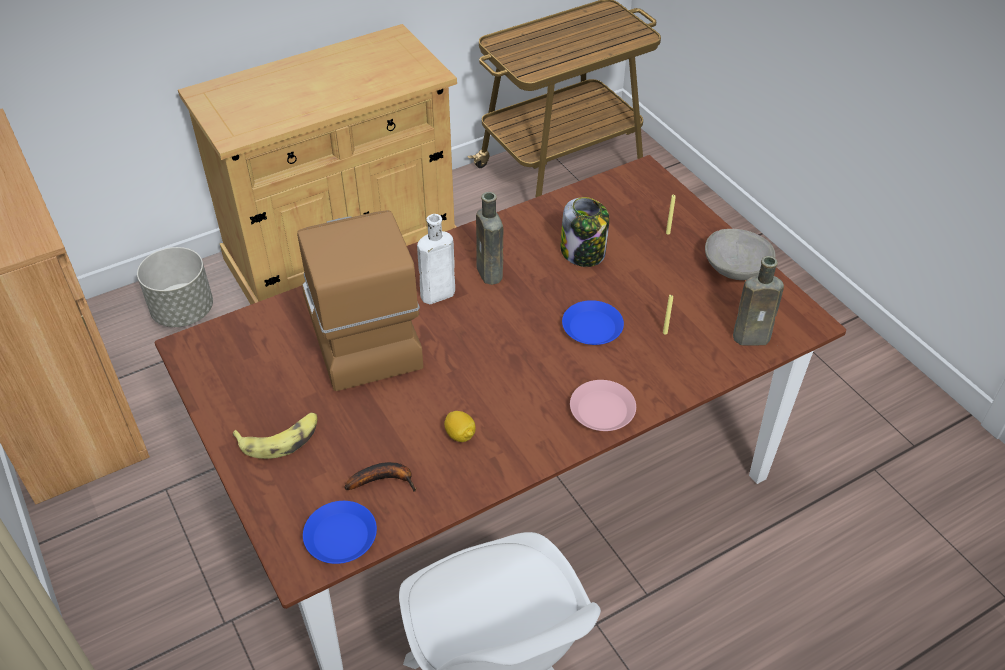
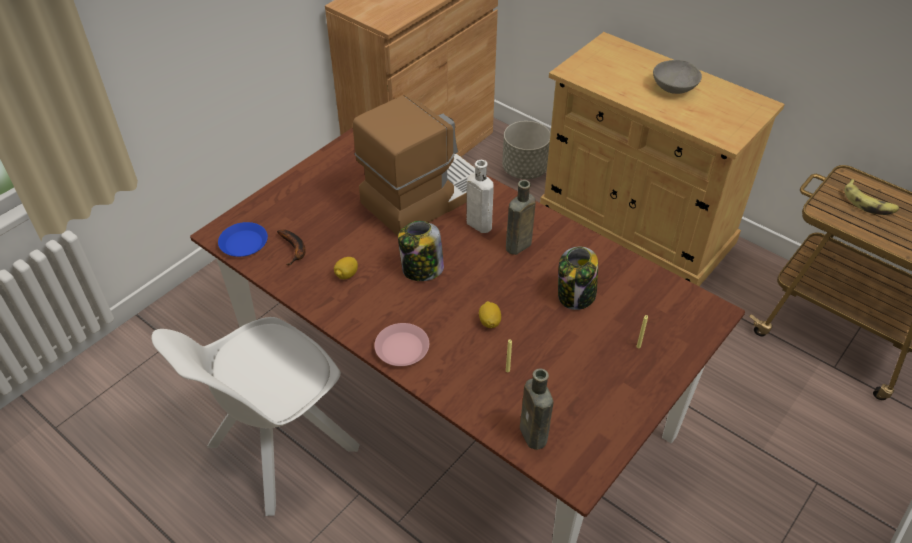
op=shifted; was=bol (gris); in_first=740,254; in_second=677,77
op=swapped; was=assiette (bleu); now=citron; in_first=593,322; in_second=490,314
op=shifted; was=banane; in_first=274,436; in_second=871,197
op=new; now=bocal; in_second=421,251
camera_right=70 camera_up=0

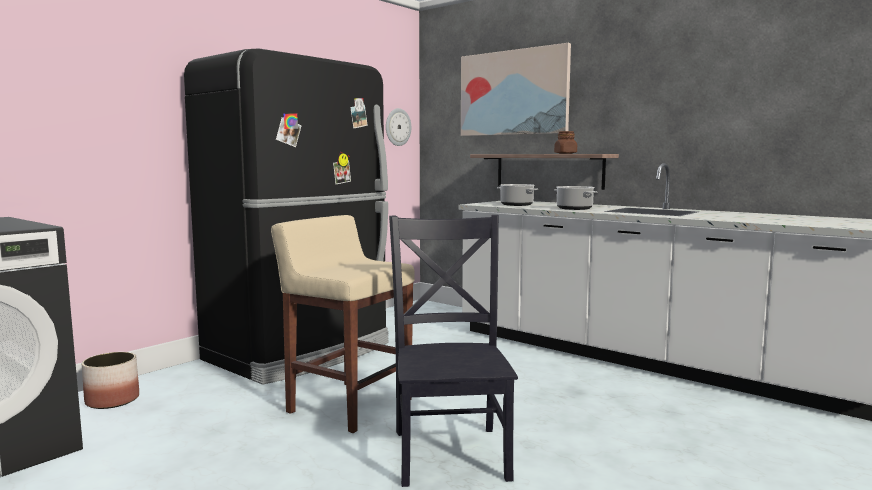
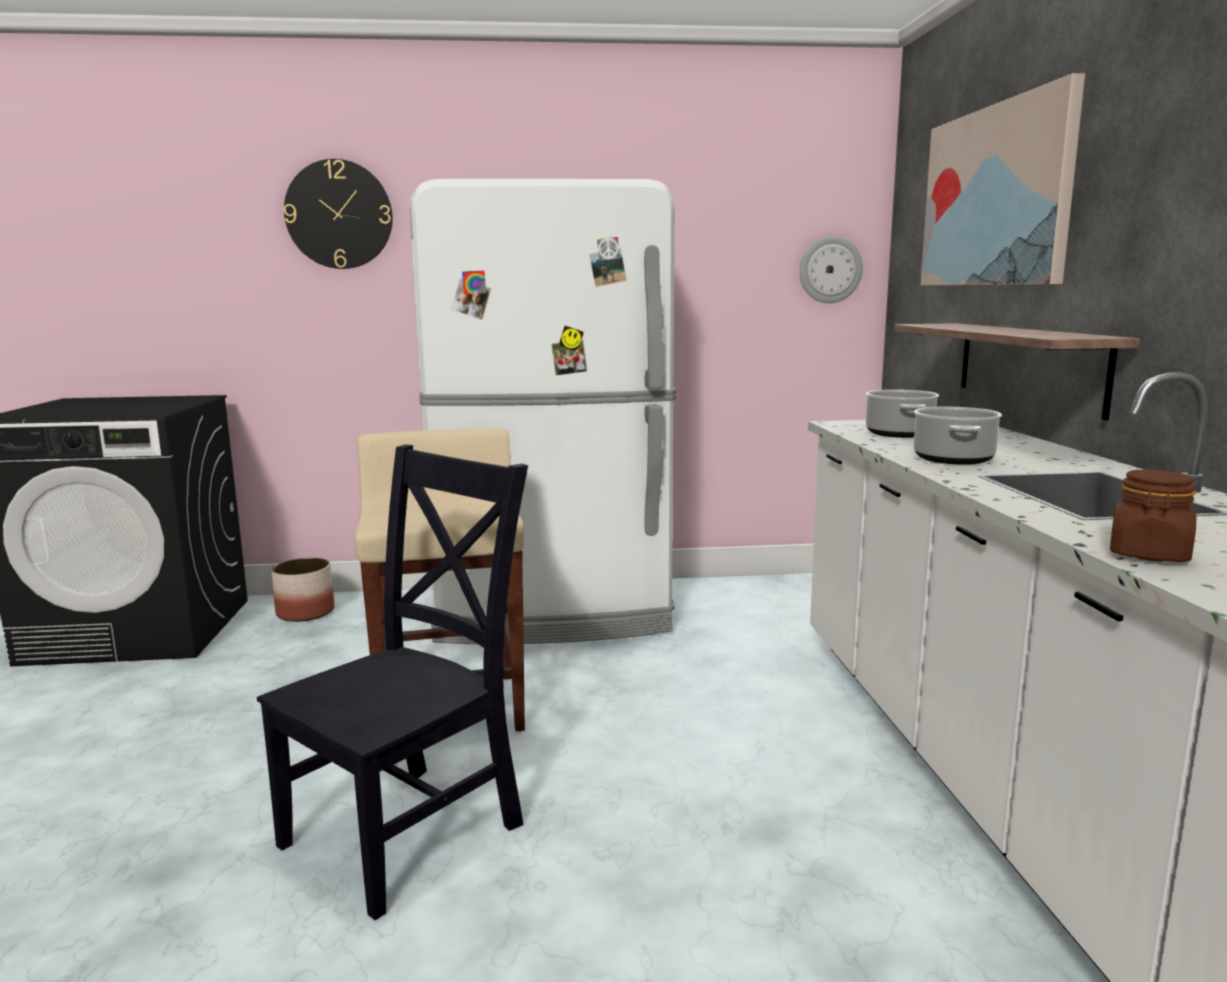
op=repainted; was=réfrigérateur (noir); now=réfrigérateur (blanc); in_first=286,216; in_second=543,411
op=shifted; was=bocal (marron); in_first=565,142; in_second=1153,516
op=new; now=horloge murale; in_second=338,214
camera_right=45 camera_up=5

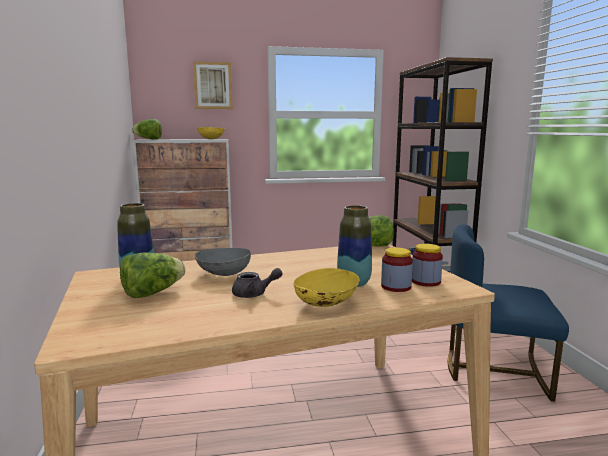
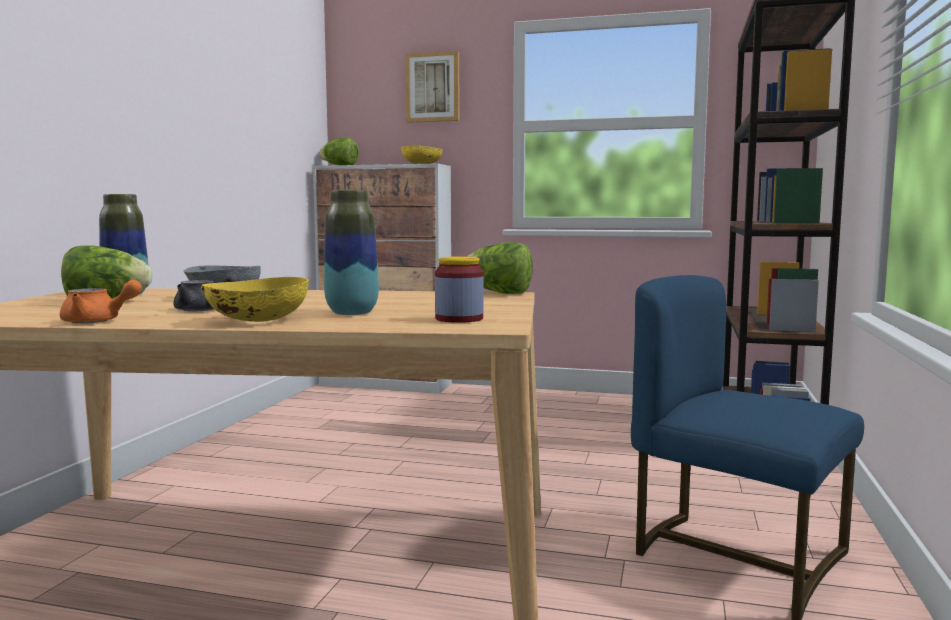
op=gone; was=bocal; in_first=397,269
op=new; now=théière (orange); in_second=101,302
camera_right=25 camera_up=-5

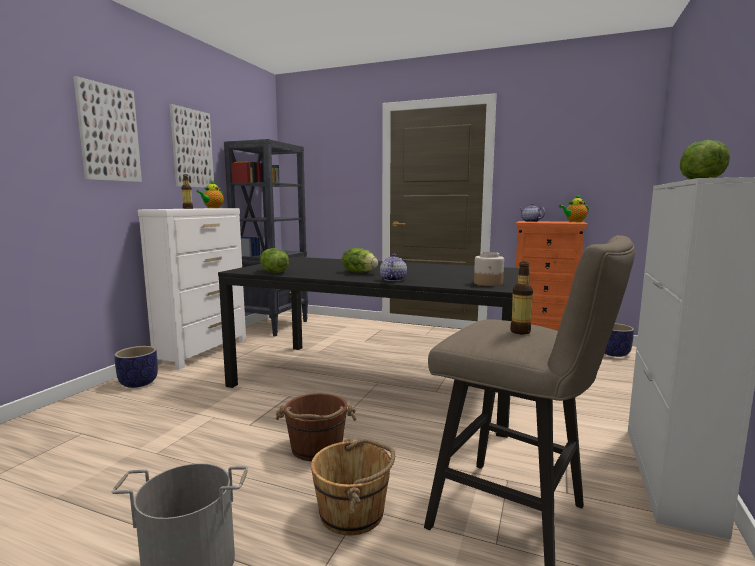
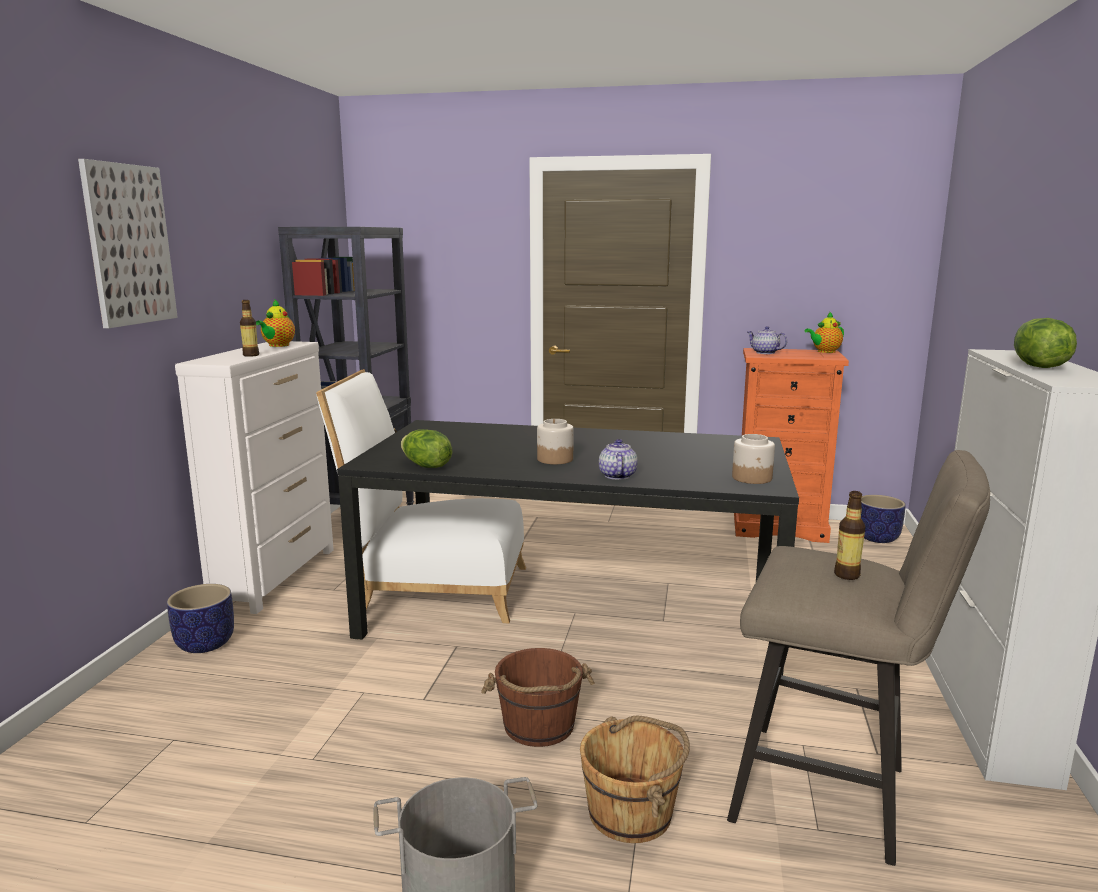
op=gone; was=tableau; in_first=191,146
op=swapped; was=laitue; now=bocal; in_first=360,260; in_second=555,441
op=new; now=chaise (blanc); in_second=421,496
camera_right=-10 camera_up=5

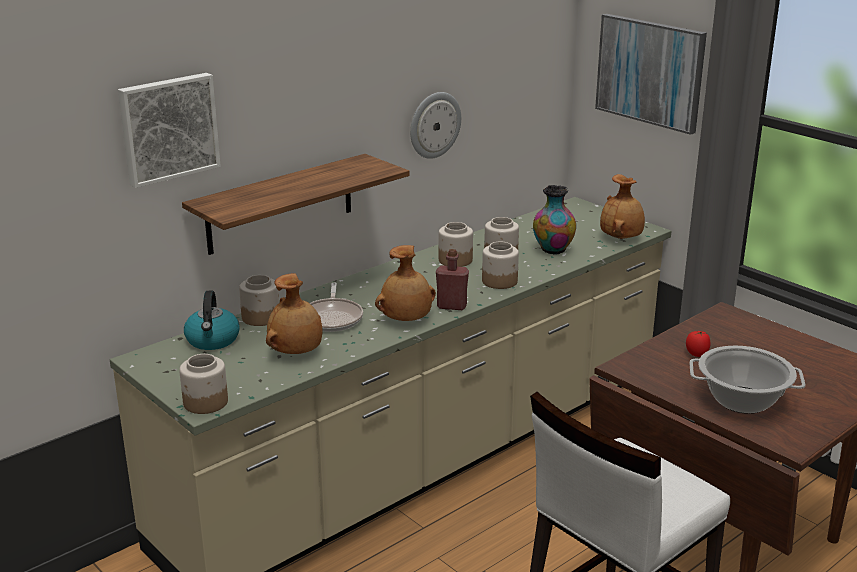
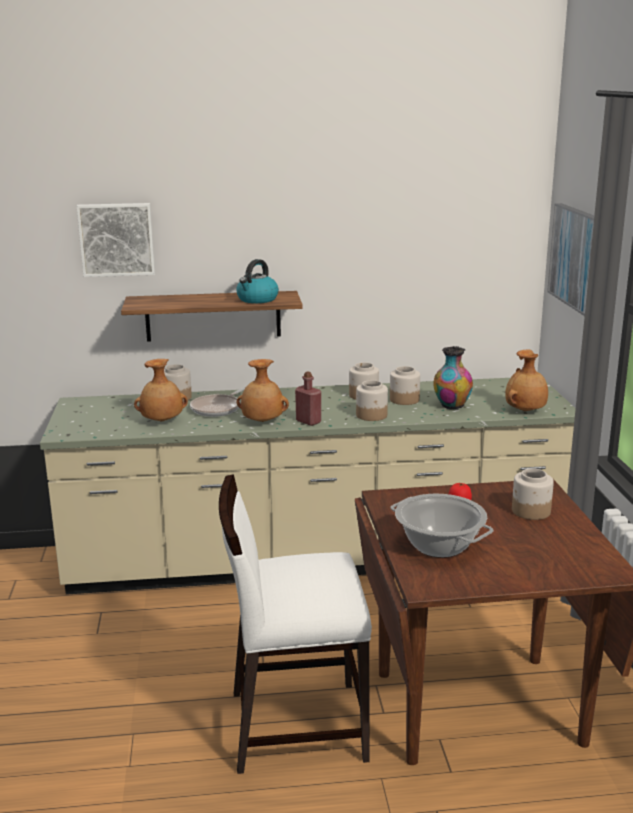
op=gone; was=horloge murale; in_first=435,125
op=shifted; was=bouilloire; in_first=212,320; in_second=257,281
op=shifted; was=bocal; in_first=203,384; in_second=533,494
camera_right=35 camera_up=-5

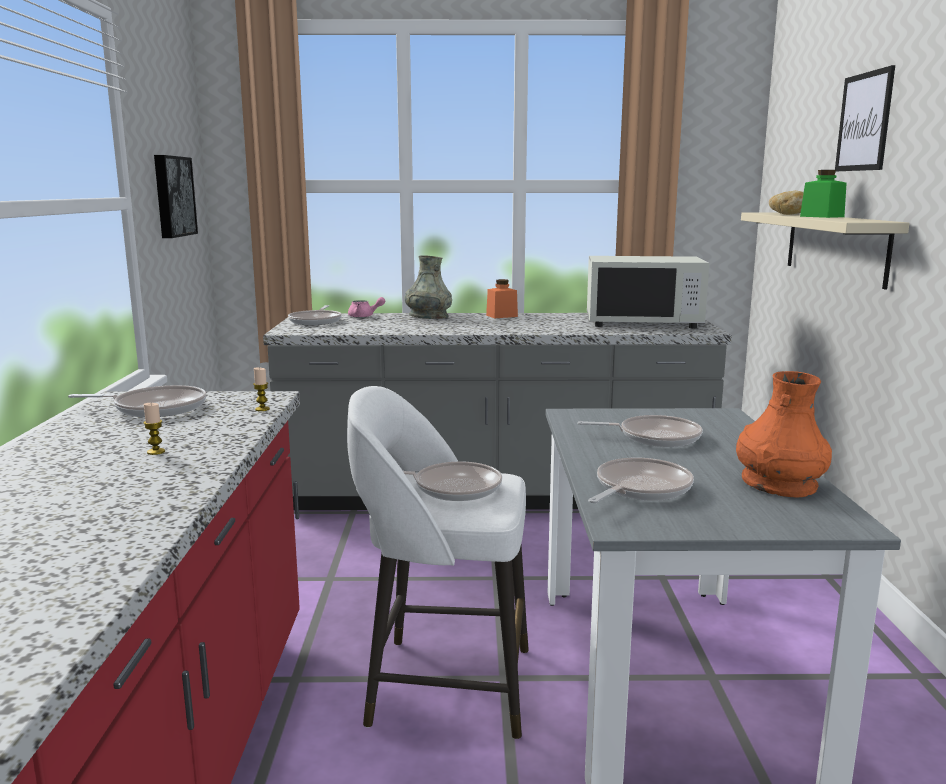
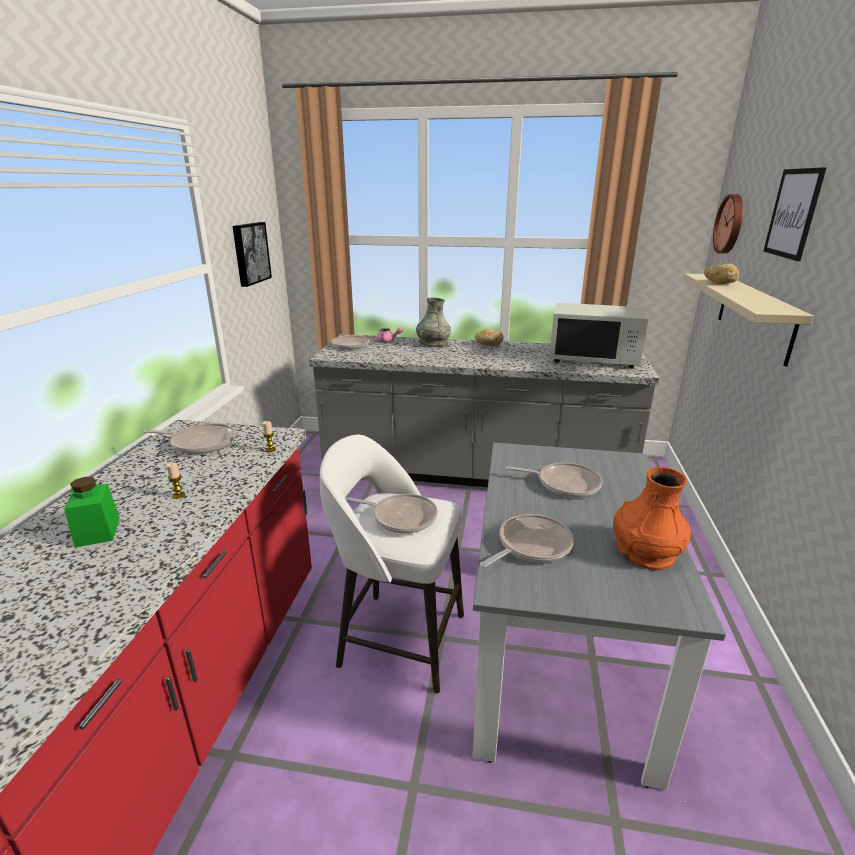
op=shifted; was=bocal (vert); in_first=823,194; in_second=92,512
op=swapped; was=bocal (orange); now=pain; in_first=502,298; in_second=489,337
op=new; now=horloge murale; in_second=728,224
camera_right=10 camera_up=10

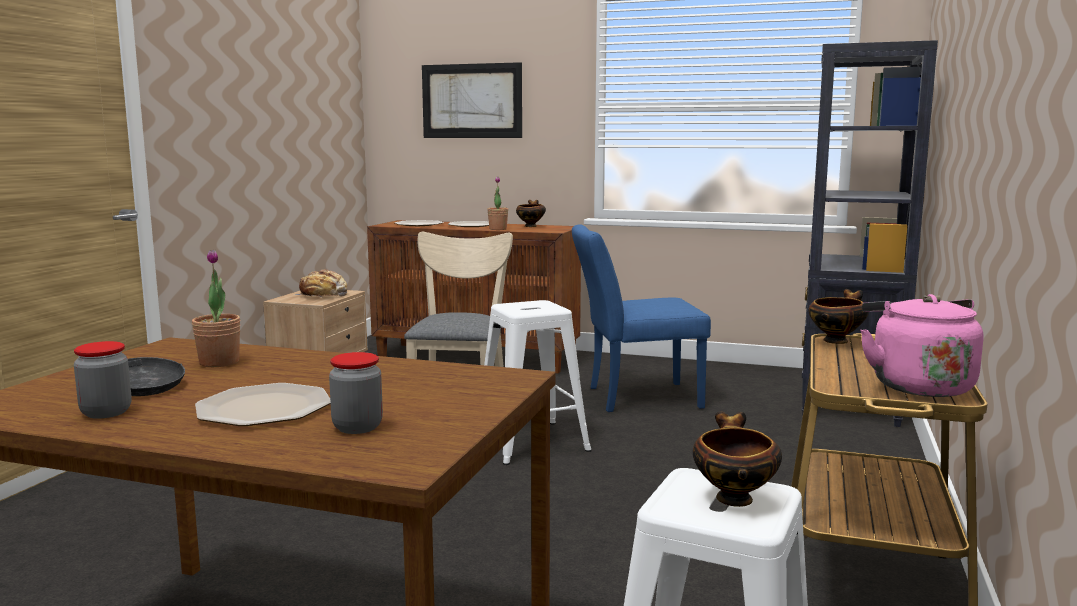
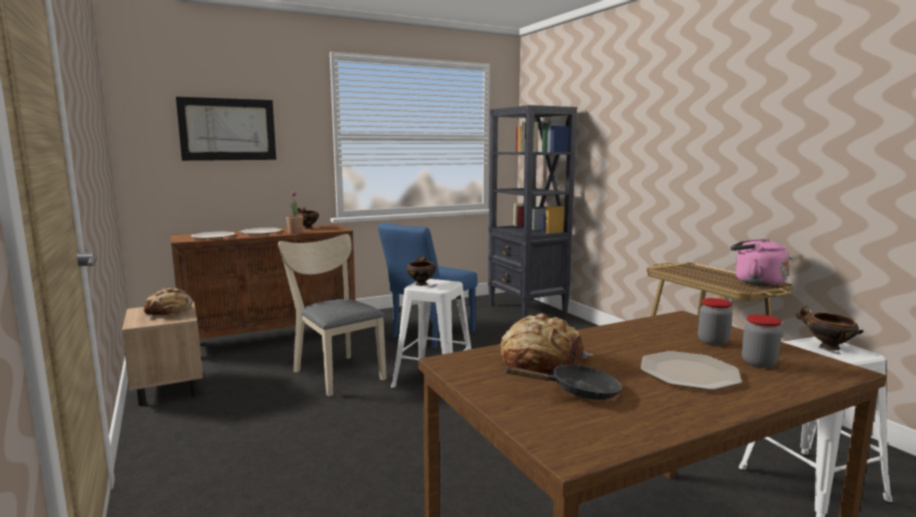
op=swapped; was=plante en pot; now=pain; in_first=216,308; in_second=547,344
op=shifted; was=bol; in_first=838,316; in_second=421,271
op=shifted; was=bocal; in_first=103,380; in_second=715,322
camera_right=-45 camera_up=0

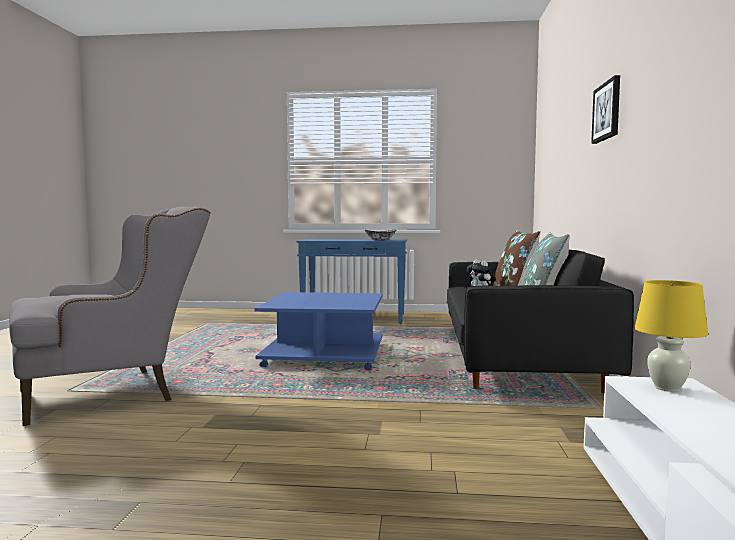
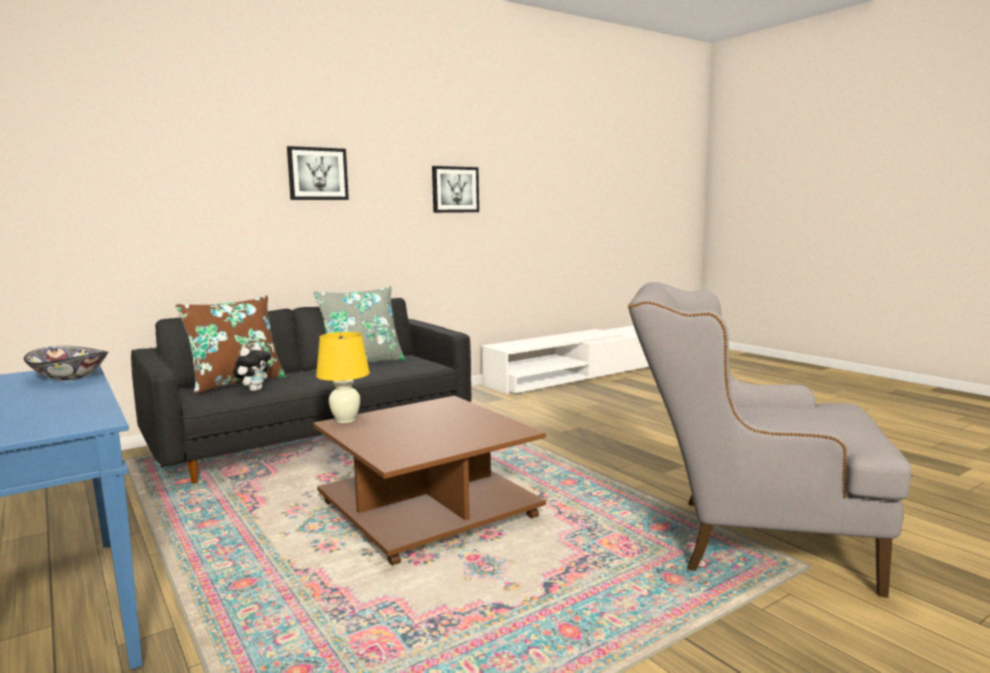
op=shifted; was=lampe de table (jaune); in_first=671,336; in_second=343,377
op=repainted; was=table basse (bleu); now=table basse (marron); in_first=318,331; in_second=429,481
op=new; now=tableau; in_second=455,189
camera_right=-130 camera_up=5

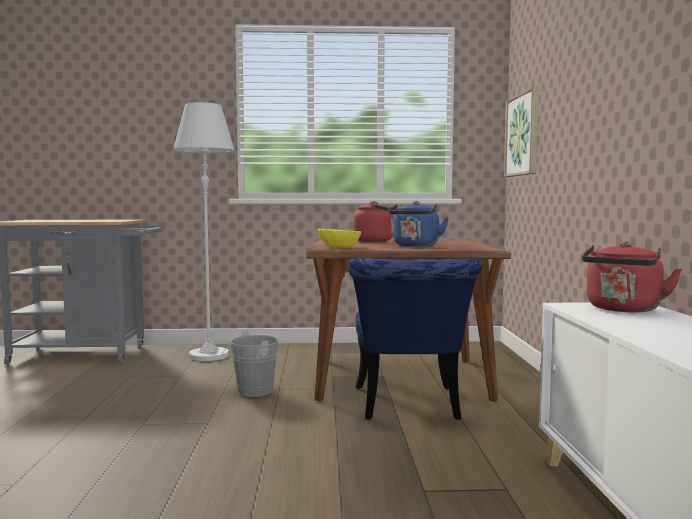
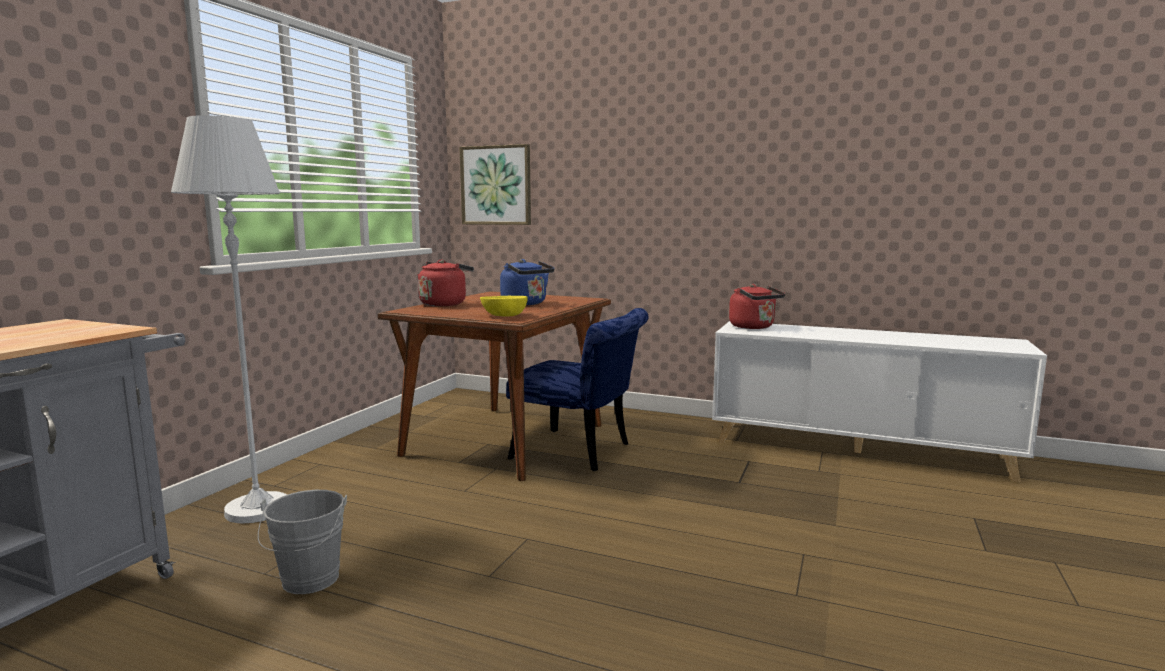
op=shifted; was=seau (gris); in_first=250,364; in_second=302,542
camera_right=-65 camera_up=5

